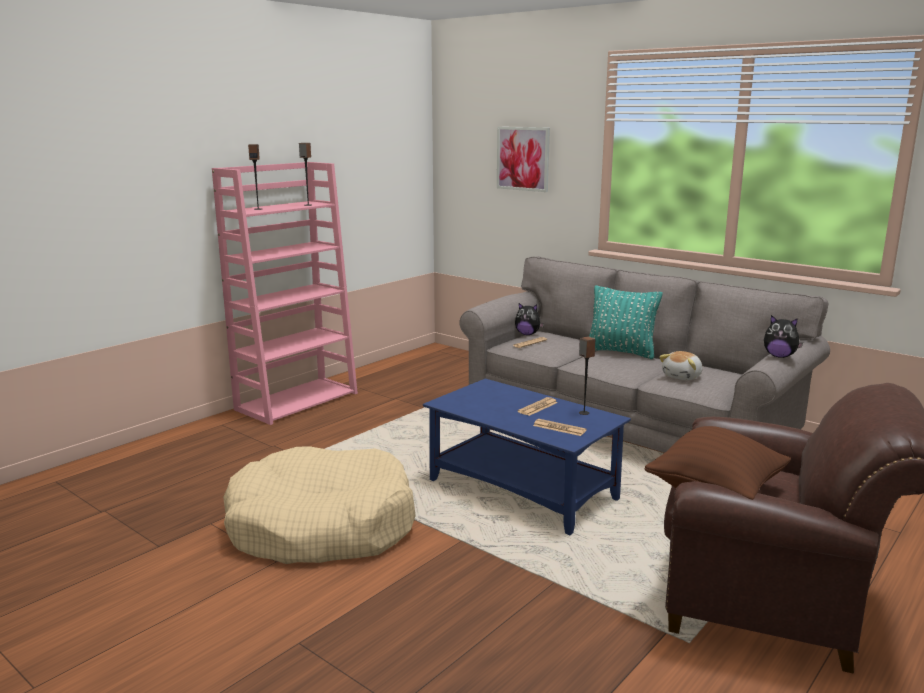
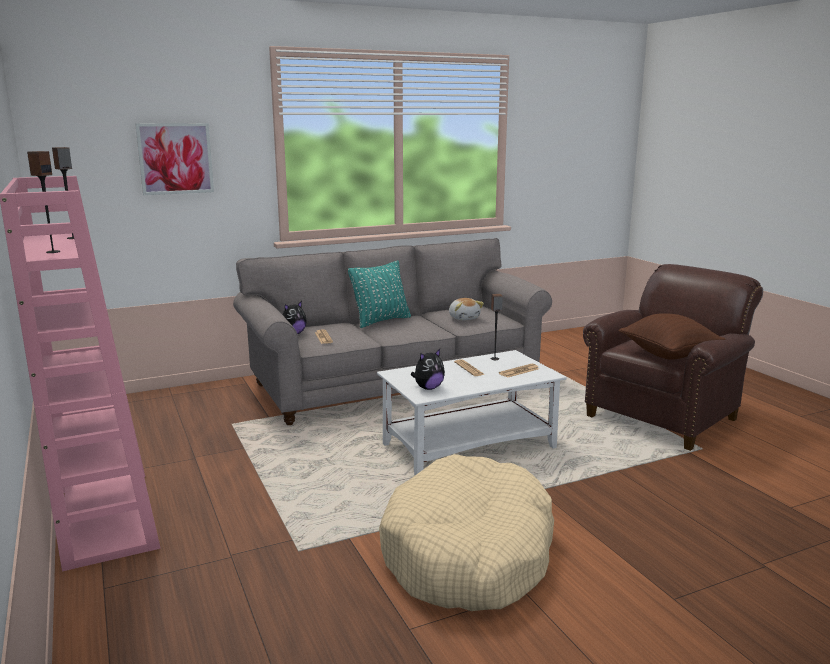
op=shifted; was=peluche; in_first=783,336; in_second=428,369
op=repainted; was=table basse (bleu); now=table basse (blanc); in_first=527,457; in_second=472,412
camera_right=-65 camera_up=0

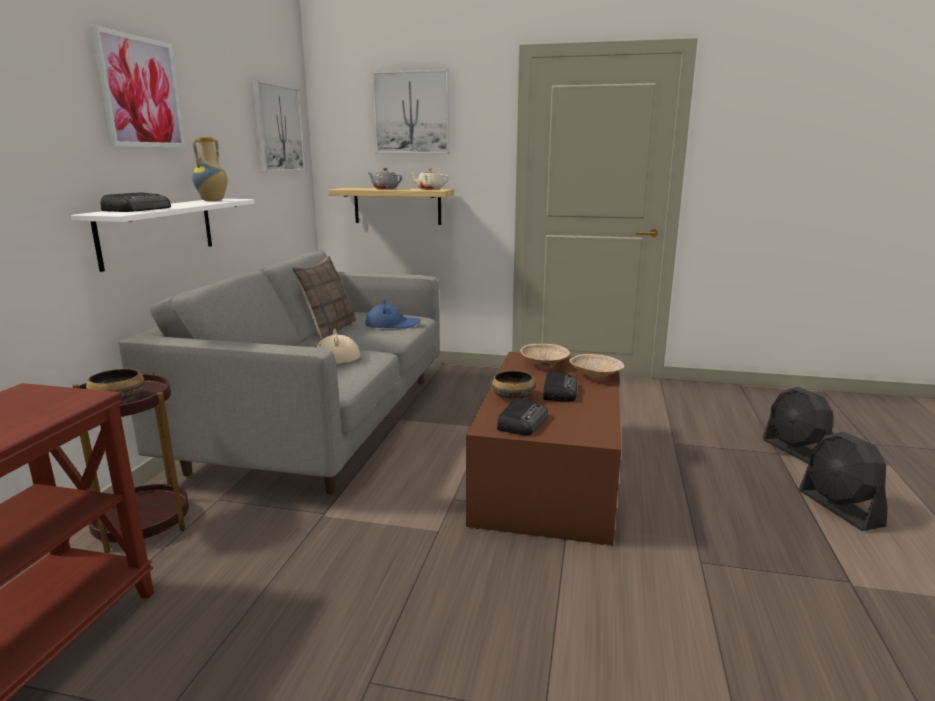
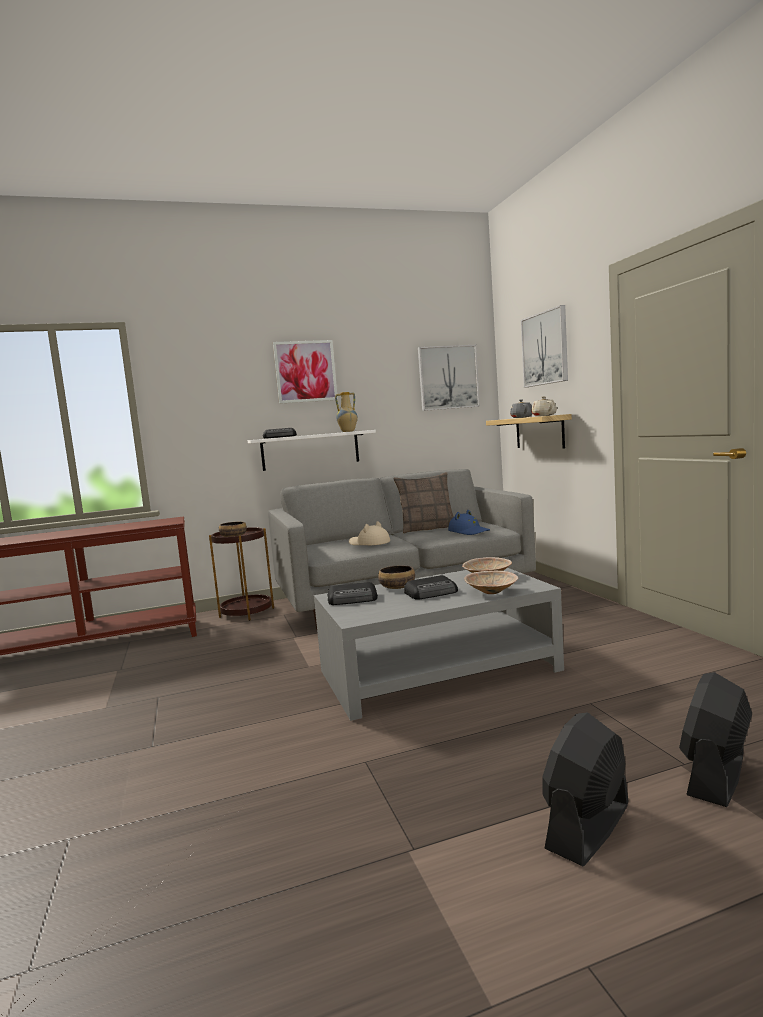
op=repainted; was=table basse (marron); now=table basse (gris); in_first=543,449; in_second=439,644
camera_right=60 camera_up=-10

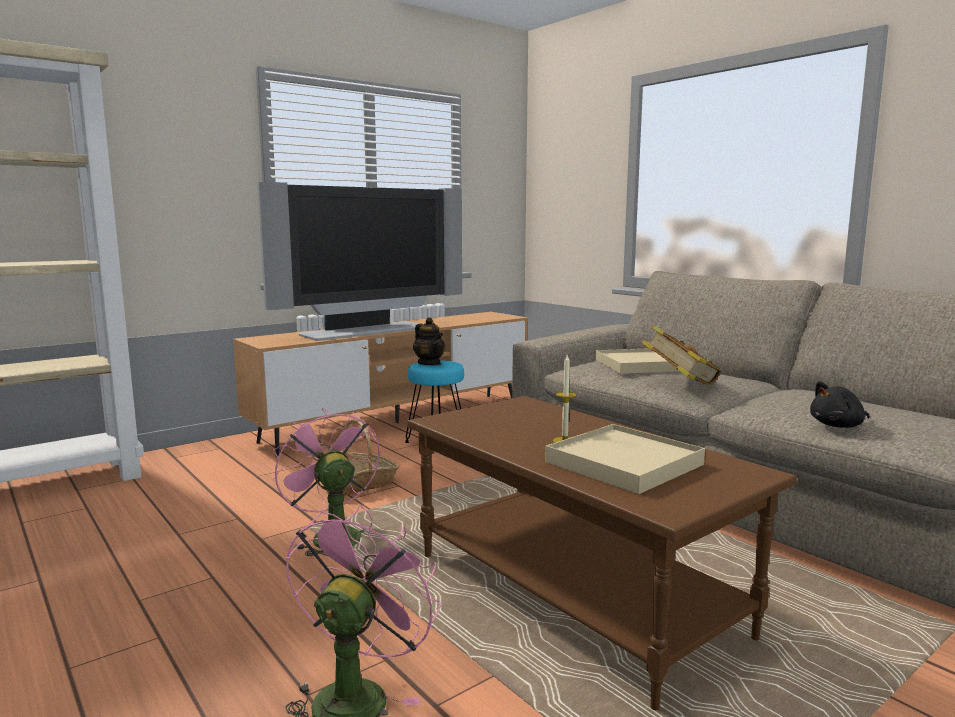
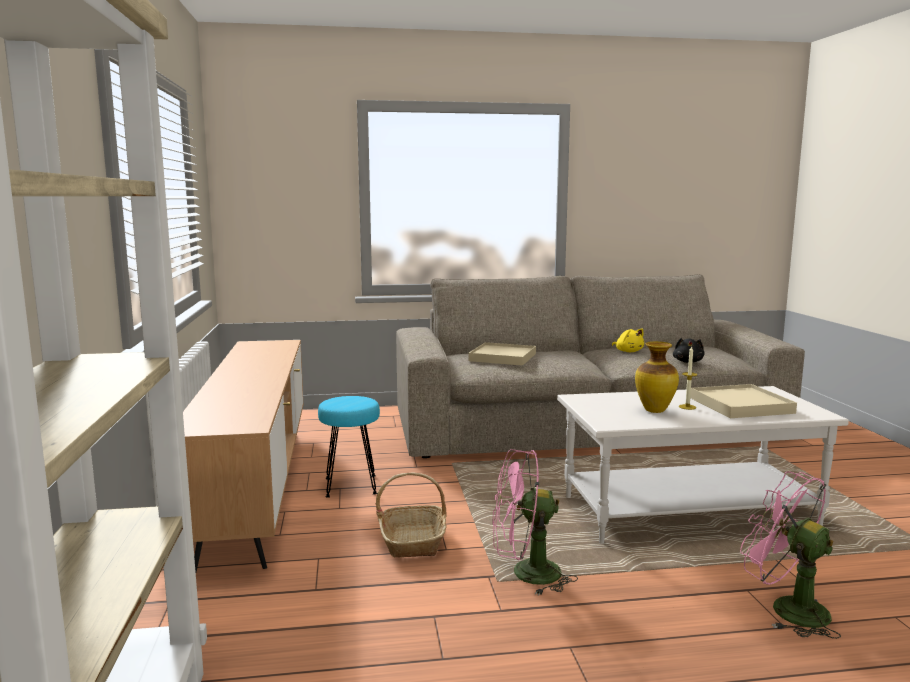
op=gone; was=téléviseur; in_first=359,261
op=gone; was=théière; in_first=429,341
op=gone; was=livre; in_first=681,355
op=repainted; was=table basse (marron); now=table basse (blanc); in_first=602,553; in_second=703,465
op=new; now=peluche (jaune); in_second=628,340
op=new; now=vase; in_second=657,377
camera_right=-60 camera_up=0

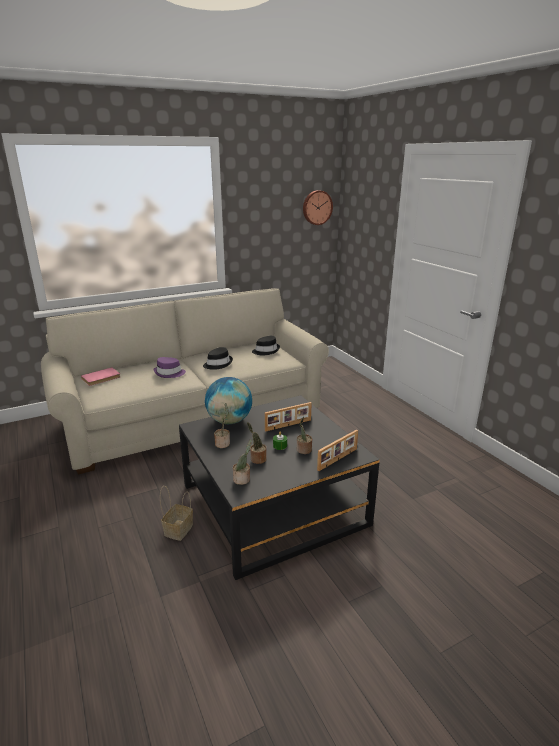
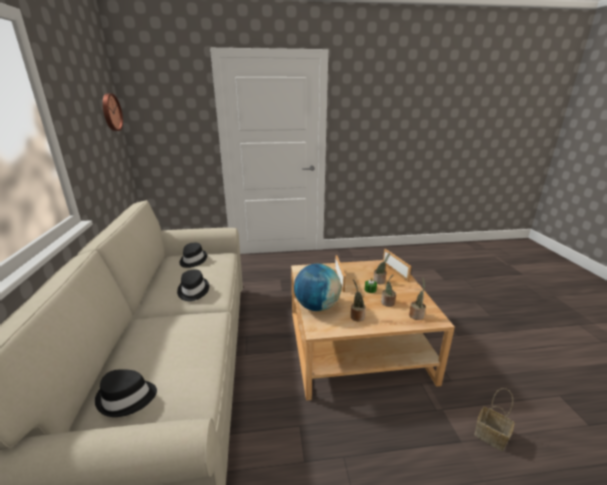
op=gone; was=chapeau (violet); in_first=169,367
op=swapped; was=livre (rose); now=chapeau (noir); in_first=100,376; in_second=126,393
op=repainted; was=table basse (noir); now=table basse (beige); in_first=279,487; in_second=373,330
op=shifted; was=panier; in_first=176,513; in_second=494,419
camera_right=-70 camera_up=0

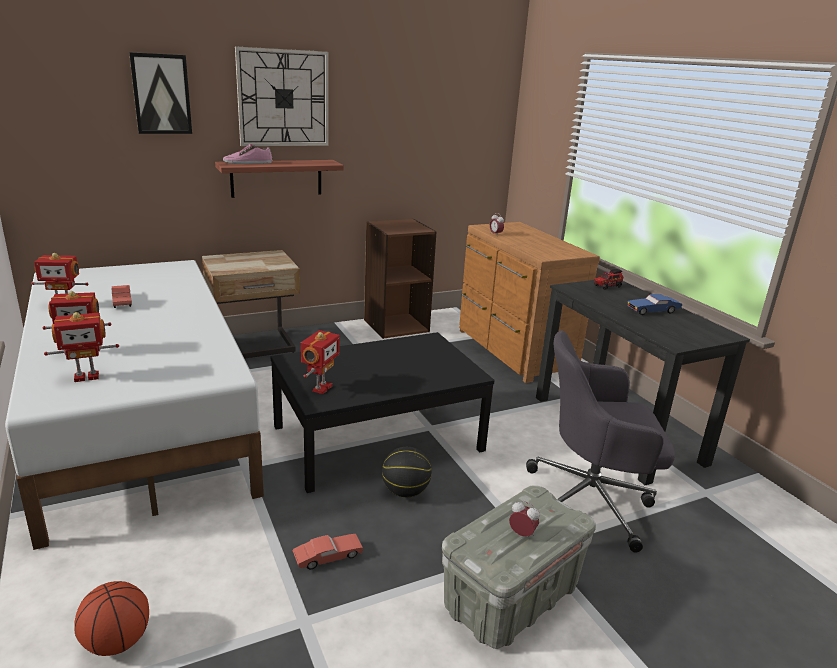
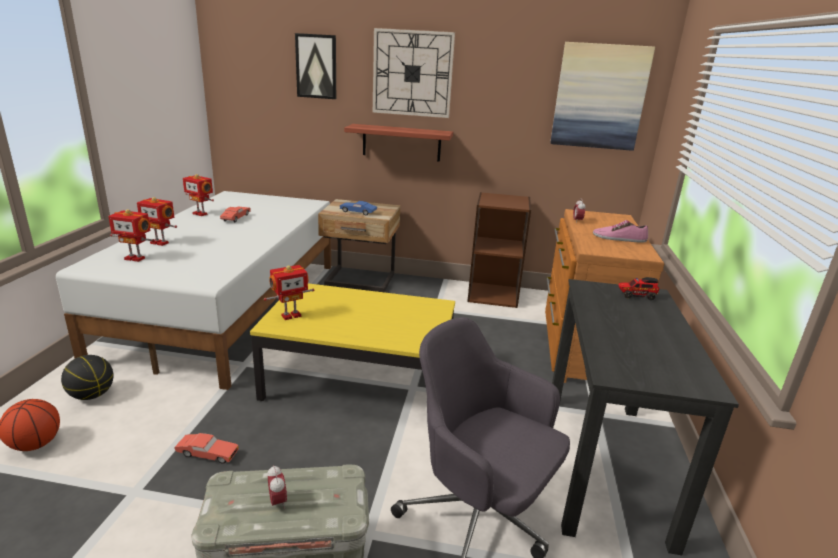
op=shifted; was=chaussure; in_first=247,154; in_second=620,231
op=shifted; was=petite voiture (bleu); in_first=654,304; in_second=358,208
op=repainted; was=table basse (noir); now=table basse (jaune); in_first=383,412; in_second=352,342
op=shifted; was=ballon de basket; in_first=407,472; in_second=87,377
op=new; now=tableau; in_second=602,96
camera_right=35 camera_up=0

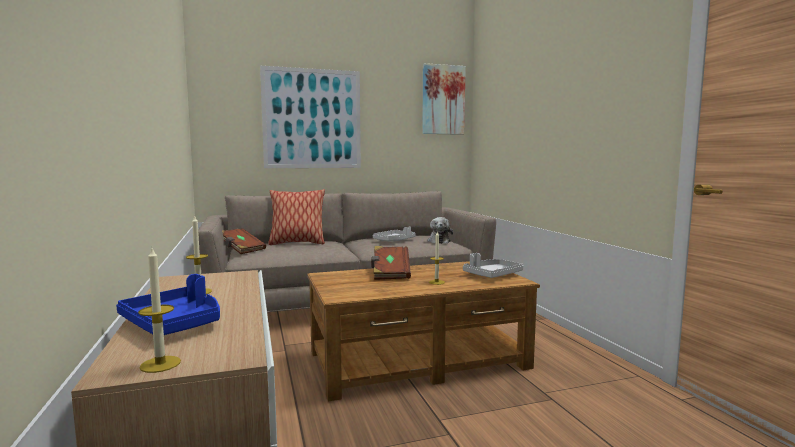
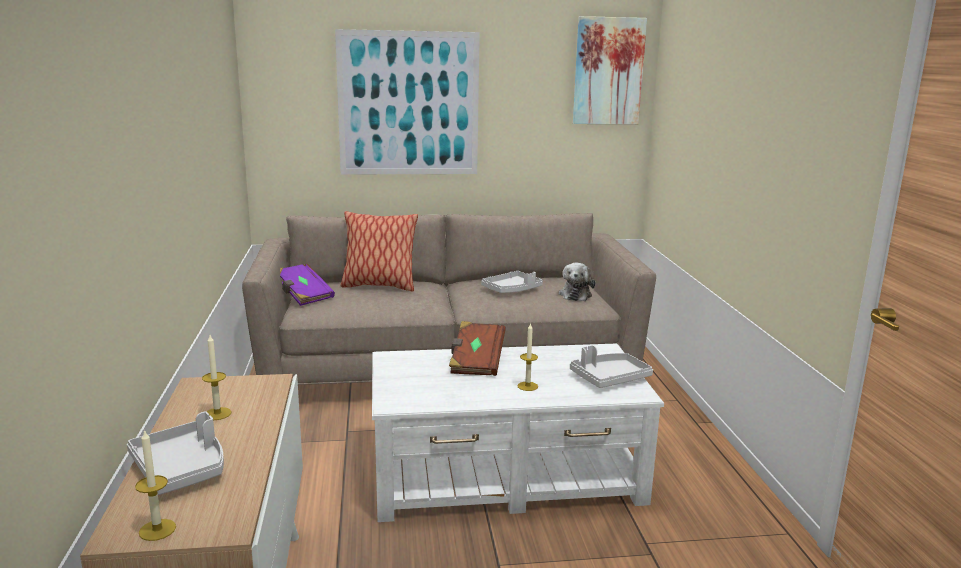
op=repainted; was=livre (marron); now=livre (violet); in_first=244,241; in_second=307,285
op=repainted; was=table basse (marron); now=table basse (blanc); in_first=423,330; in_second=518,432
op=repainted; was=plateau (bleu); now=plateau (gris); in_first=168,304; in_second=175,453
camera_right=10 camera_up=10

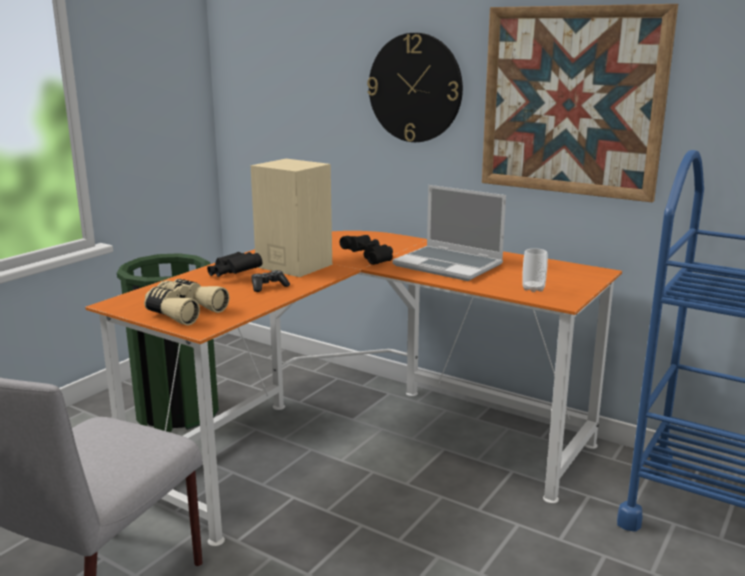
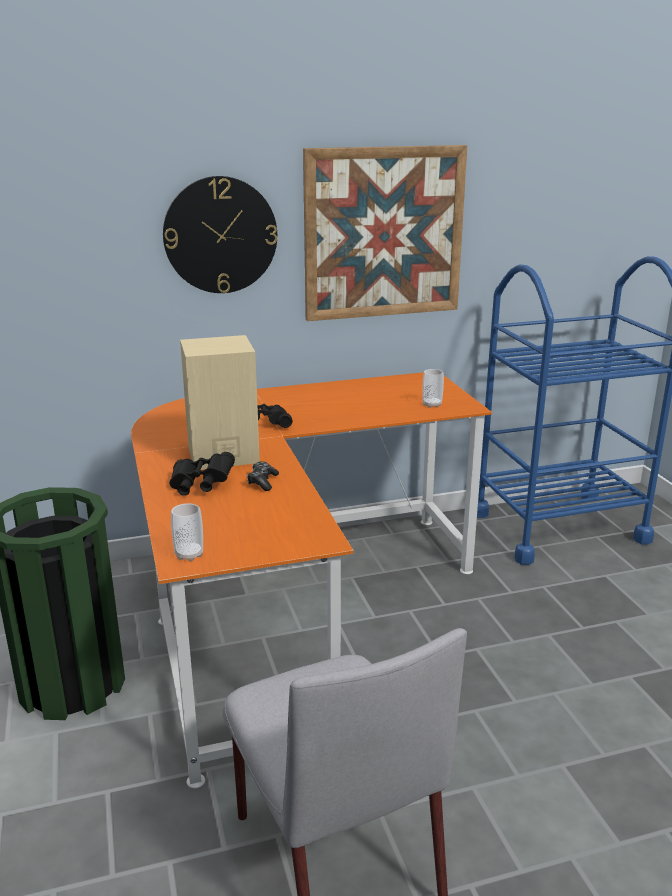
op=gone; was=ordinateur portable; in_first=449,233
op=gone; was=jumelles (beige); in_first=186,302
op=new; now=tasse; in_second=187,532
camera_right=-50 camera_up=5

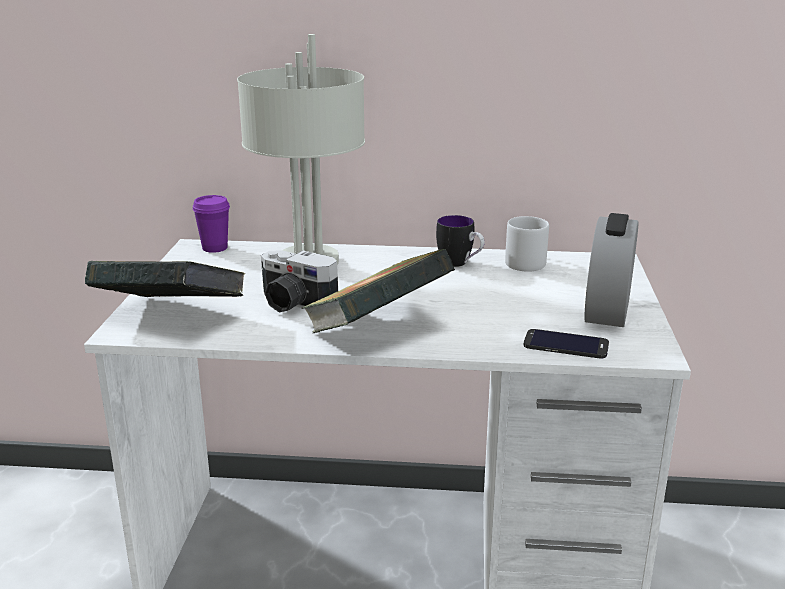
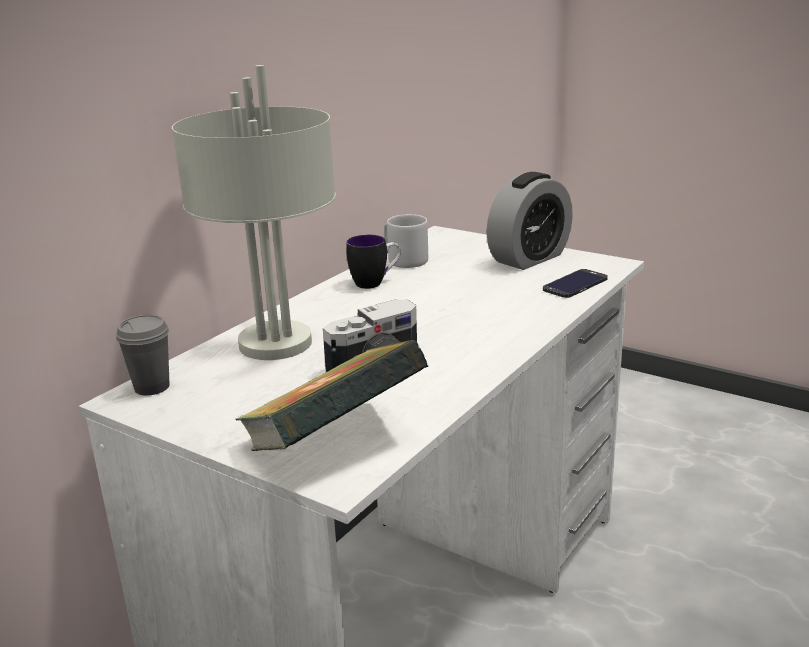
op=repainted; was=tasse (violet); now=tasse (gris); in_first=211,224; in_second=142,355
op=rotated; was=réveil; in_first=612,270; in_second=530,221; clockwise=-90
op=gone; was=livre; in_first=378,291
camera_right=-60 camera_up=0

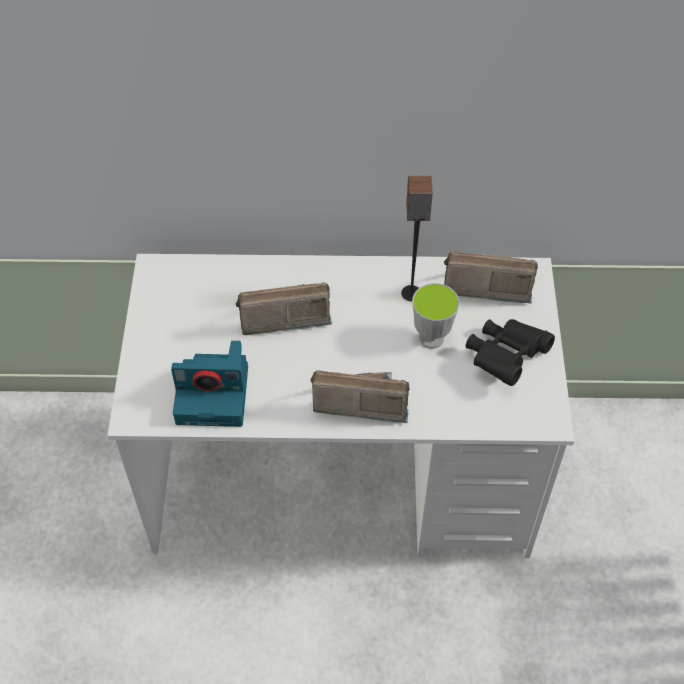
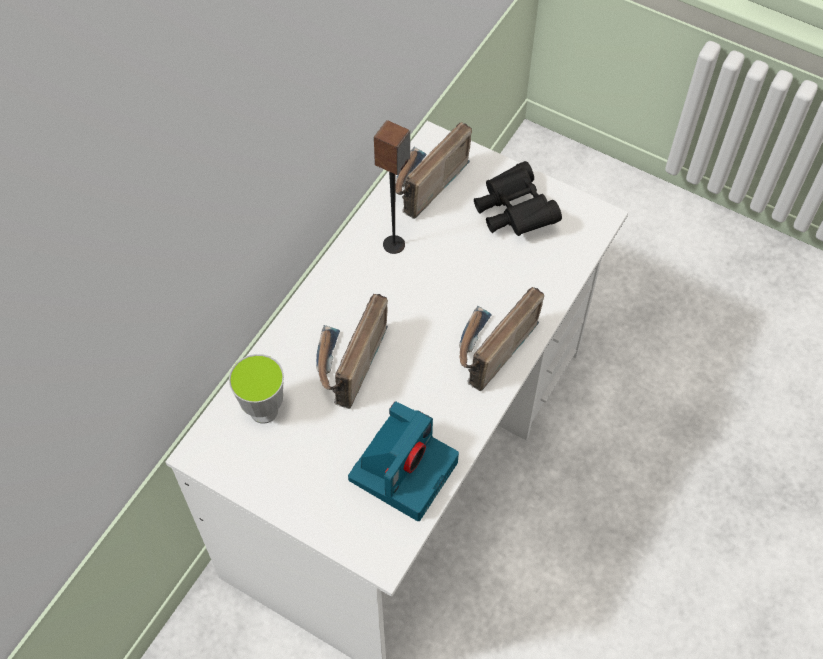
op=shifted; was=tasse; in_first=436,316; in_second=256,389
camera_right=-60 camera_up=5

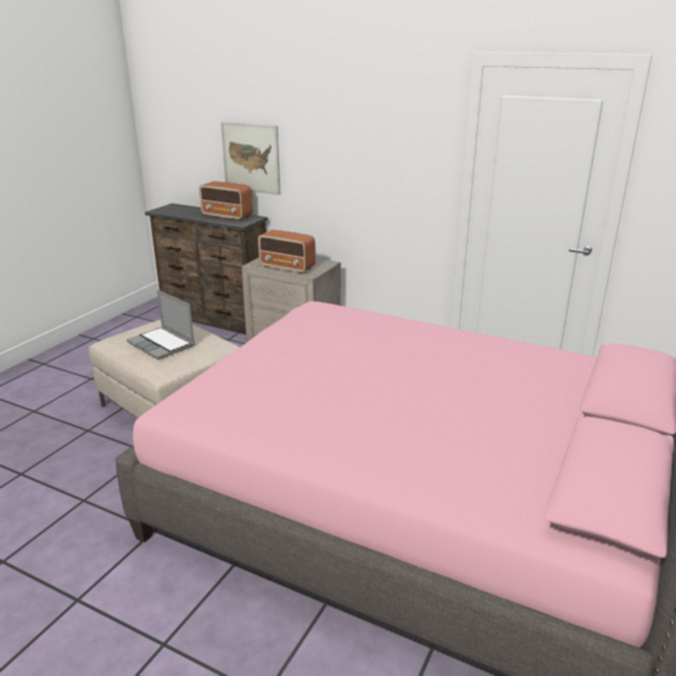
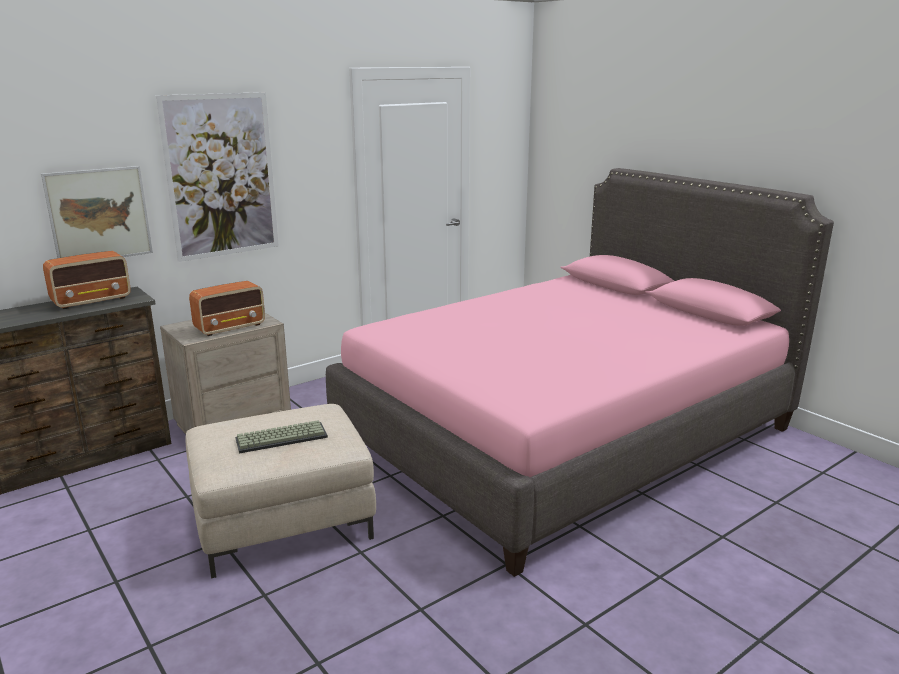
op=swapped; was=ordinateur portable; now=clavier; in_first=160,325; in_second=281,437
op=new; now=tableau; in_second=217,177
camera_right=-65 camera_up=-5

